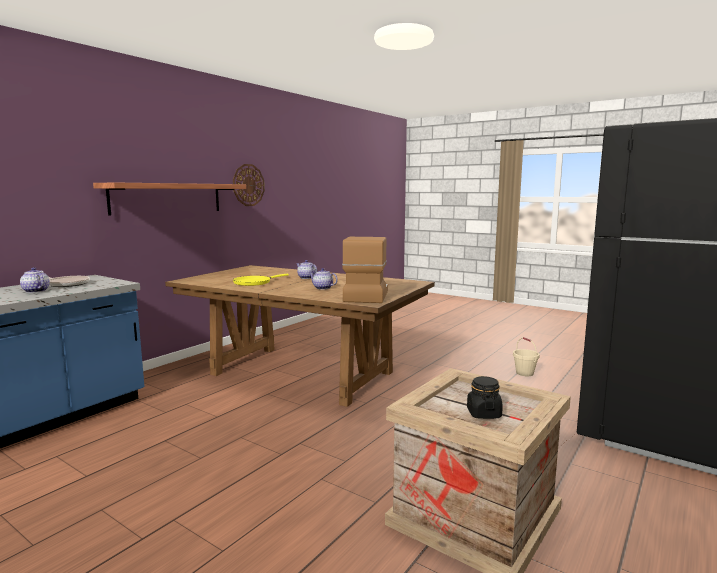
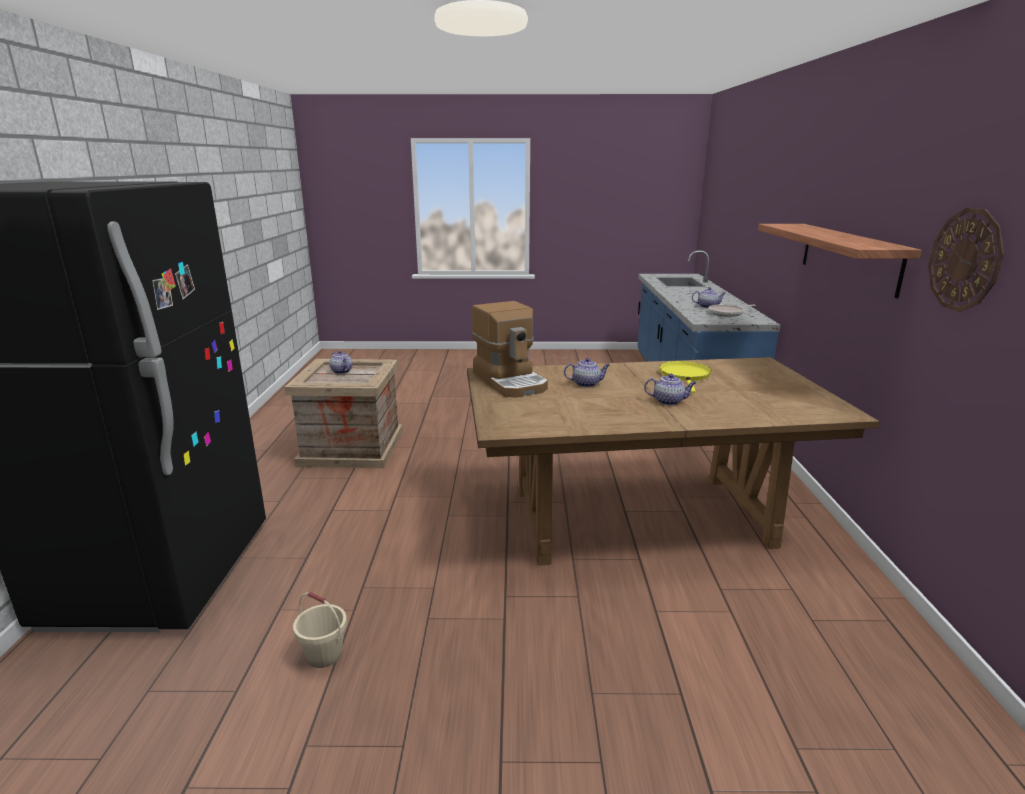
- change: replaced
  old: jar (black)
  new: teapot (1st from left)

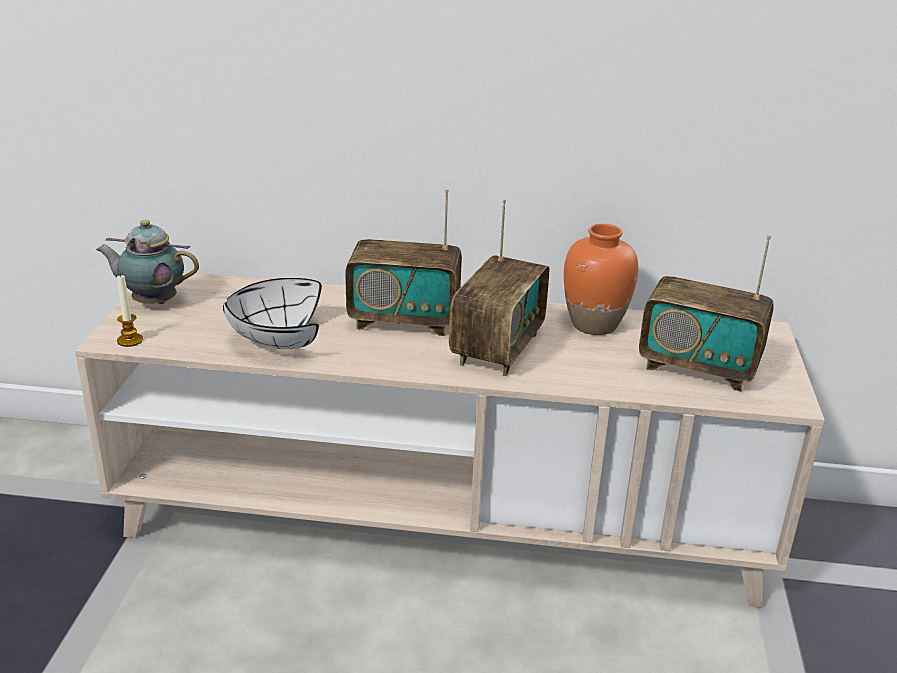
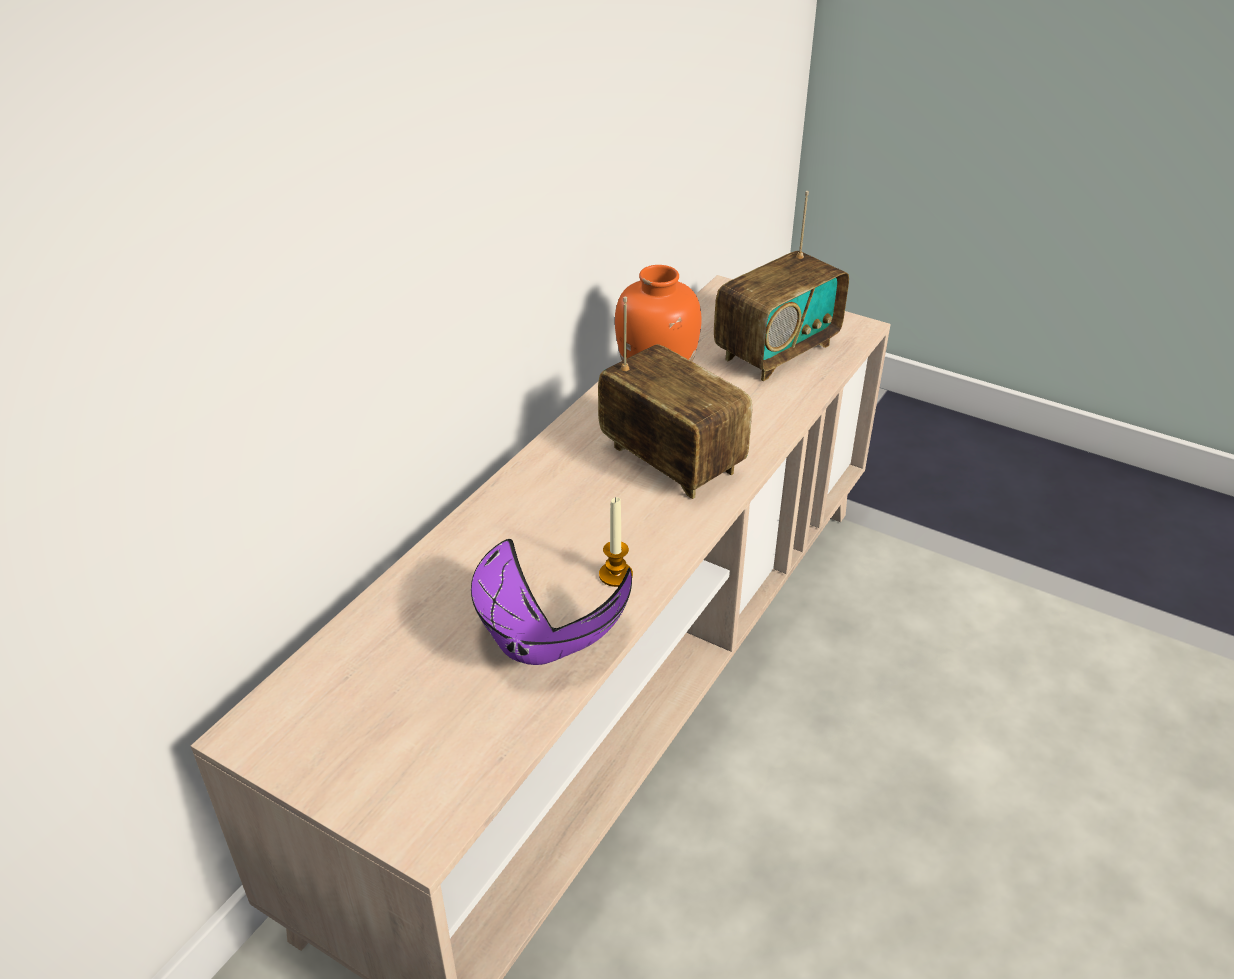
- change: removed
  old: teapot
- change: removed
  old: radio (1st from left)
- change: moved
  old: candle
- change: recoloured
  old: bowl (white)
  new: bowl (purple)

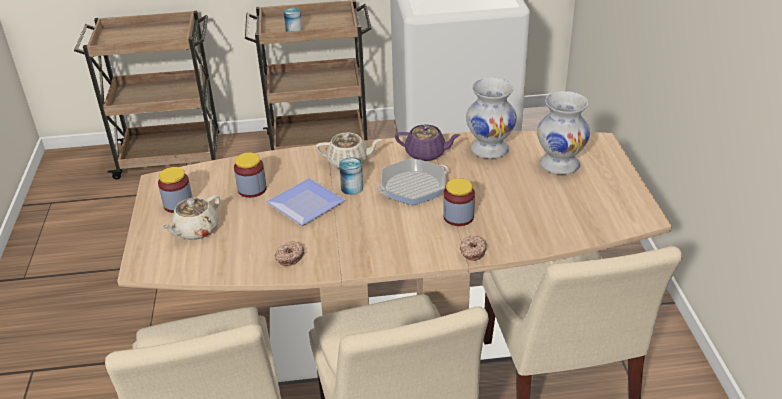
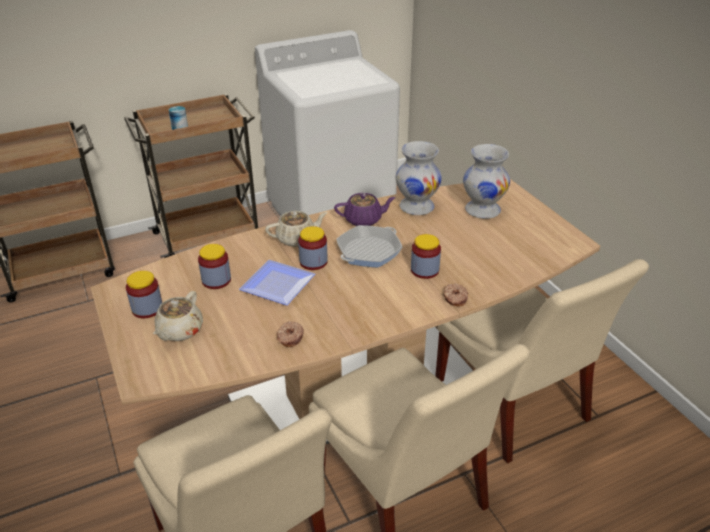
- change: replaced
  old: can (2nd from left)
  new: jar (3rd from left)

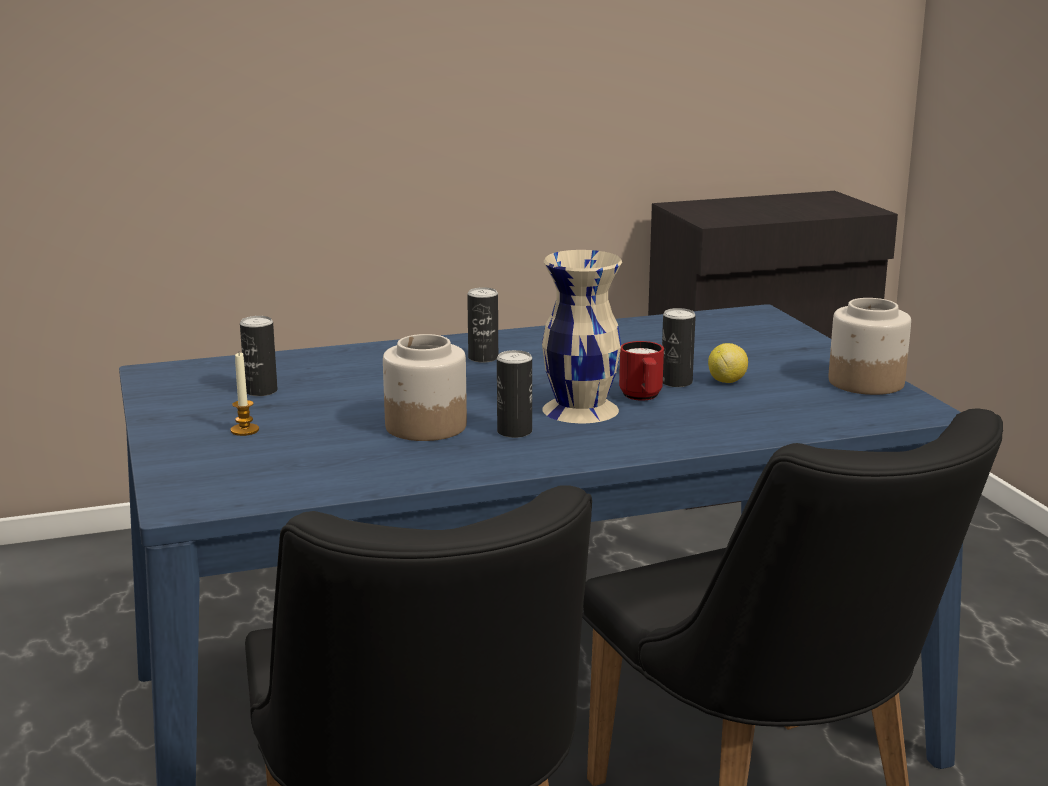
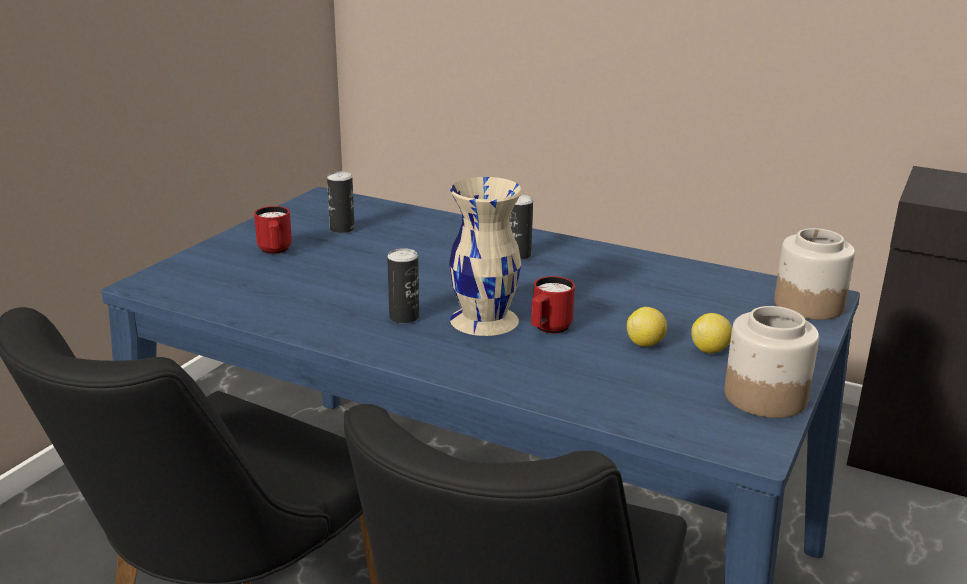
- change: removed
  old: can (4th from left)
- change: added
  new: lemon (2nd from left)
- change: moved
  old: jar (1st from left in the first image)
  new: jar (2nd from left)
- change: replaced
  old: candle
  new: mug (red) (1st from left)

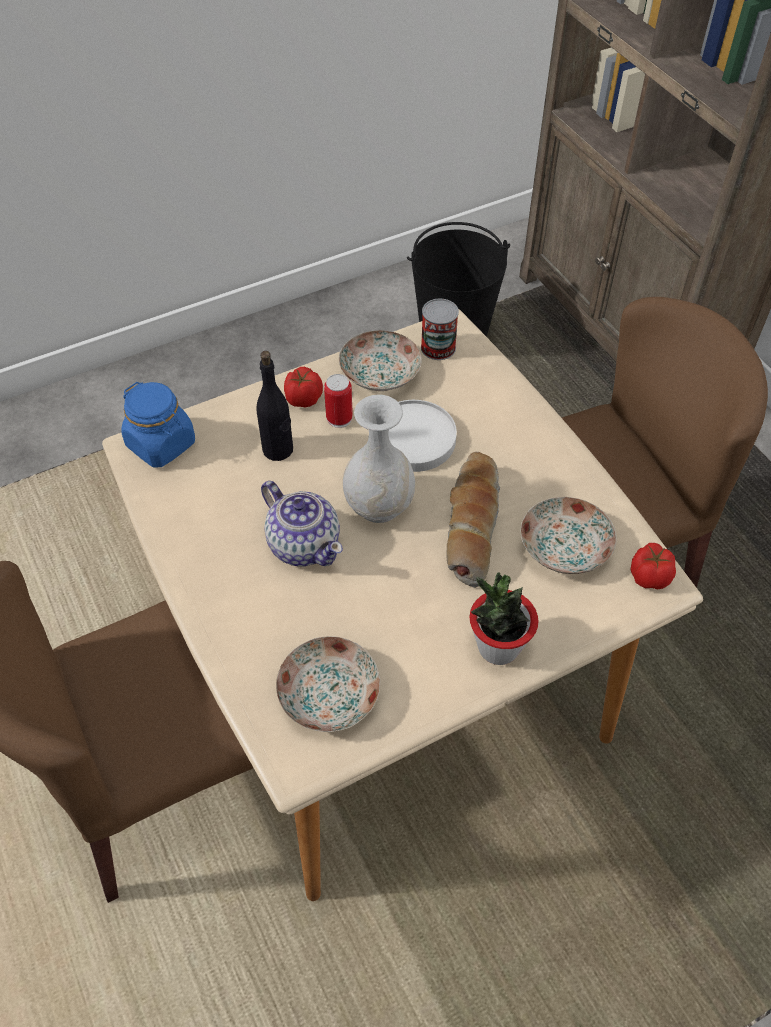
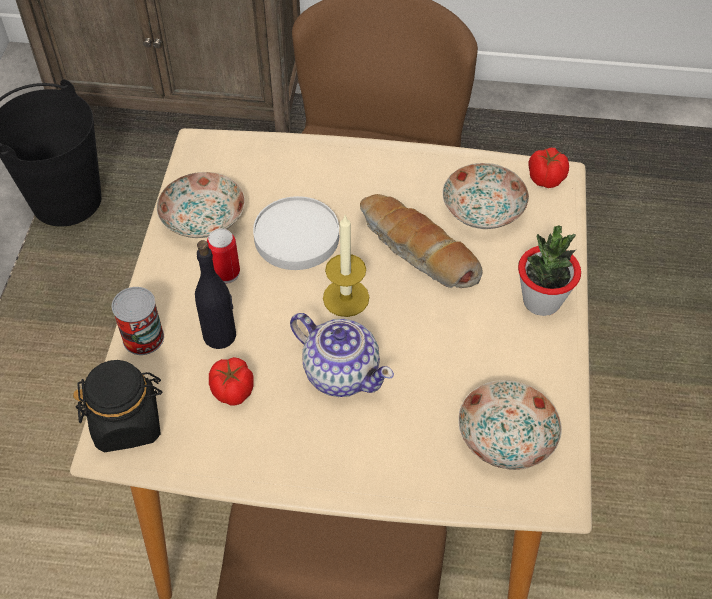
- change: moved
  old: tomato (1st from left)
- change: moved
  old: can (2nd from left in the first image)
  new: can (1st from left)
- change: replaced
  old: vase (white)
  new: candle
- change: recoloured
  old: jar (blue)
  new: jar (black)
- change: turned
  old: teapot
  degrees: 45

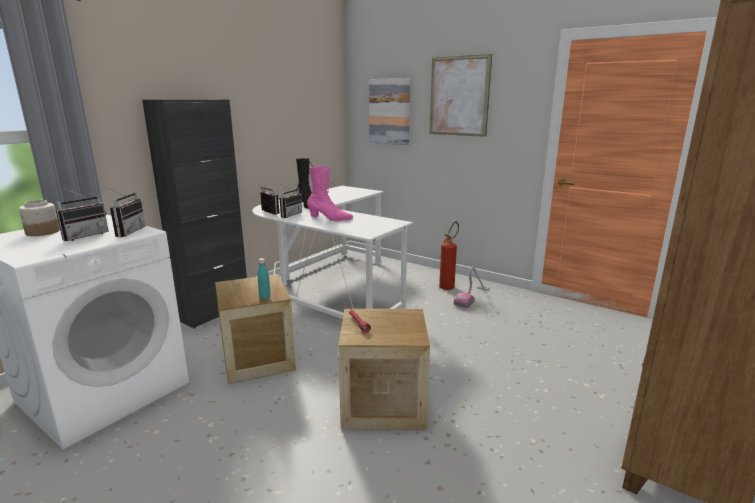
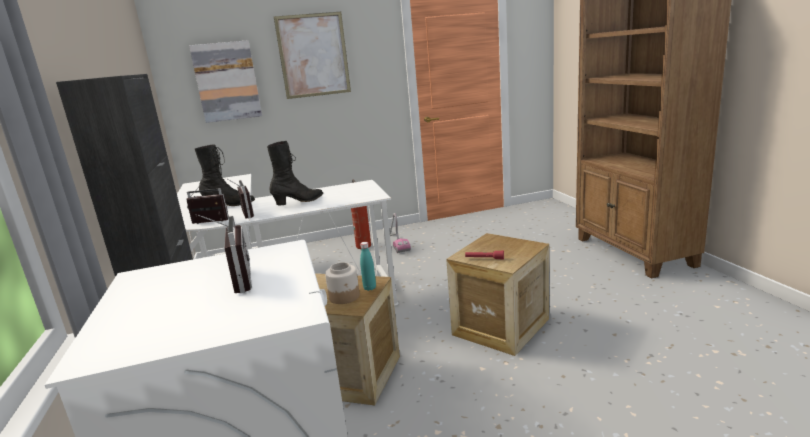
- change: removed
  old: radio (2nd from left)
- change: moved
  old: jar
- change: recoloured
  old: boot (pink)
  new: boot (black) (2nd from left)

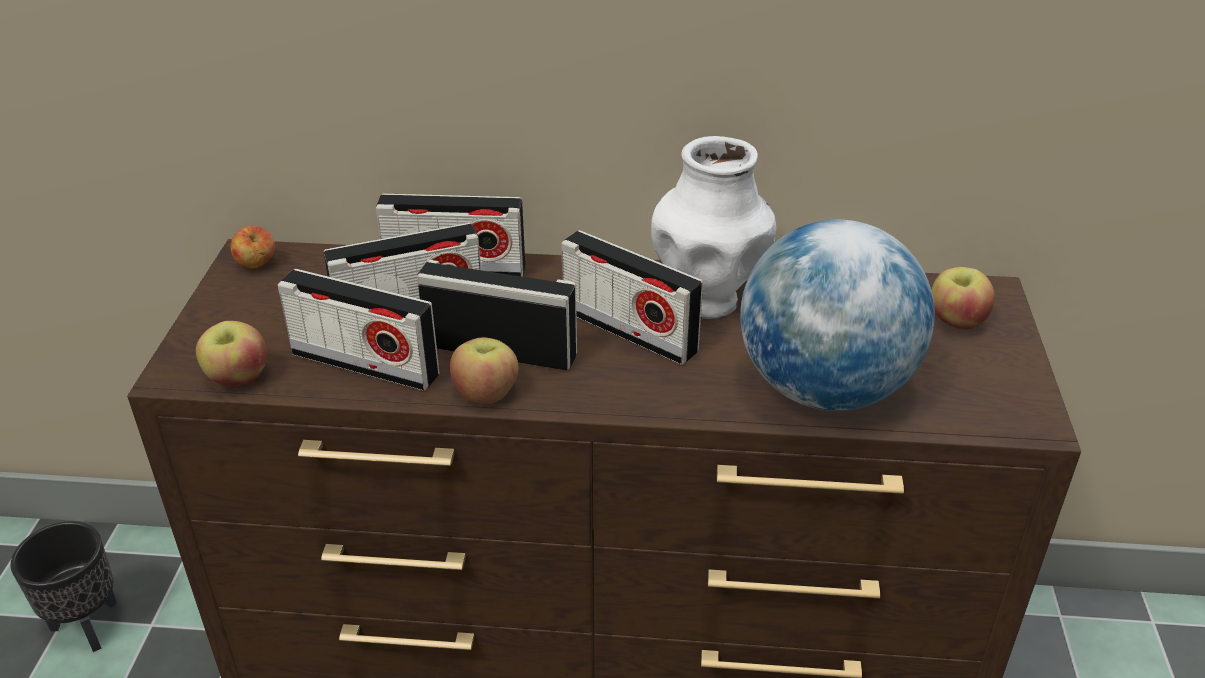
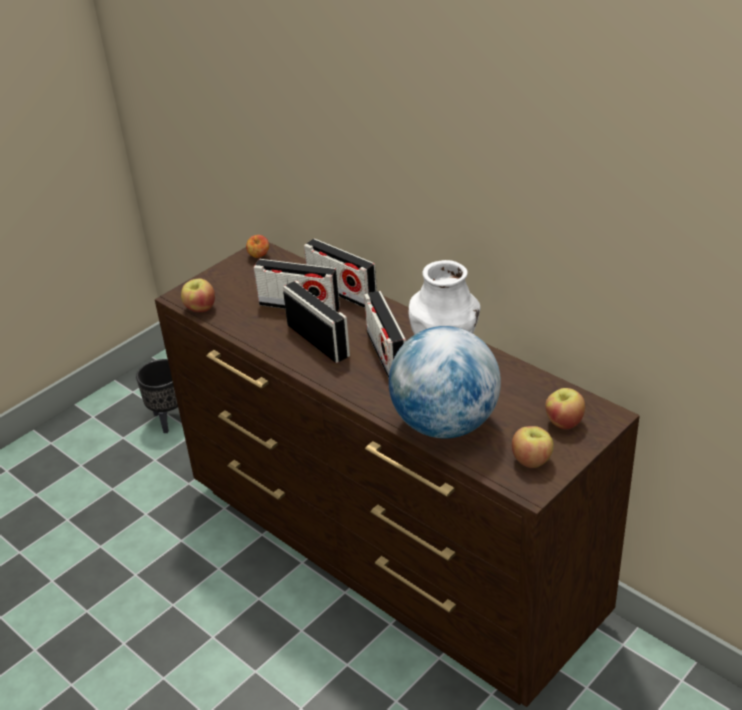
- change: removed
  old: radio (1st from left)
- change: moved
  old: apple (3rd from left)

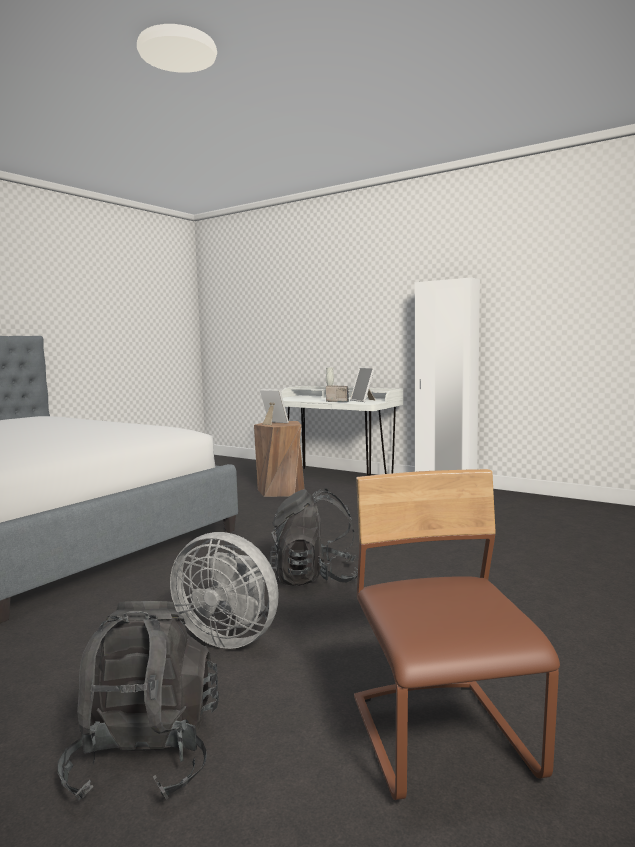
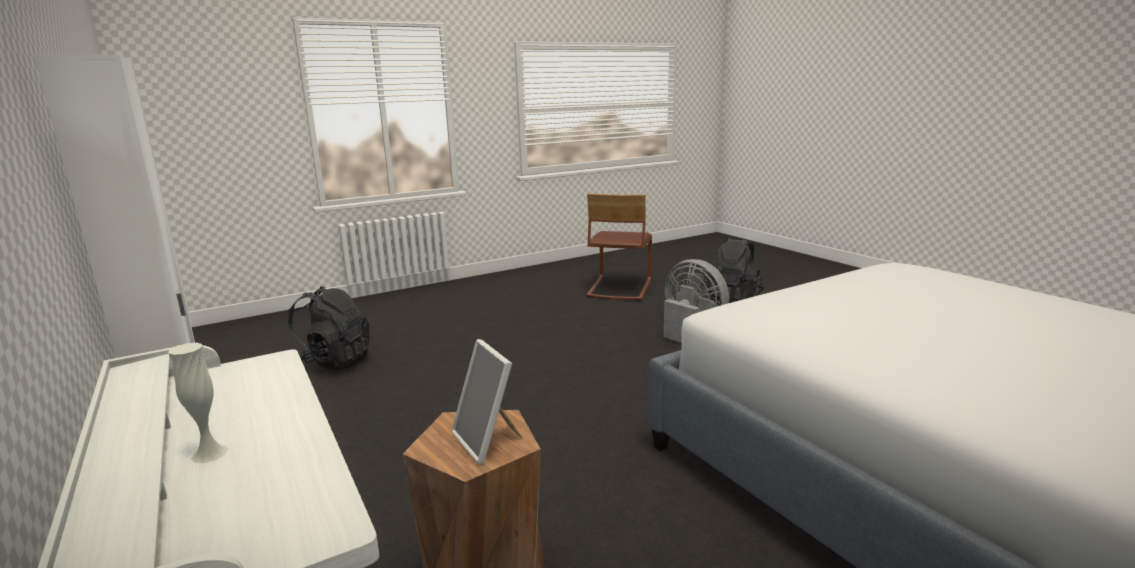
- change: removed
  old: radio
- change: removed
  old: picture frame (2nd from left)
- change: moved
  old: backpack (black) (2nd from left in the first image)
  new: backpack (black) (1st from left)

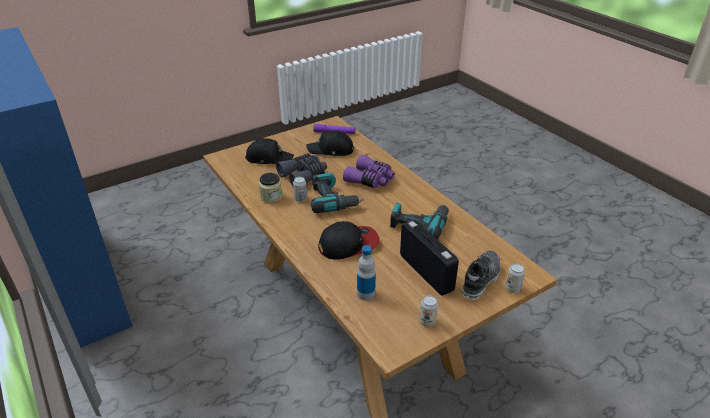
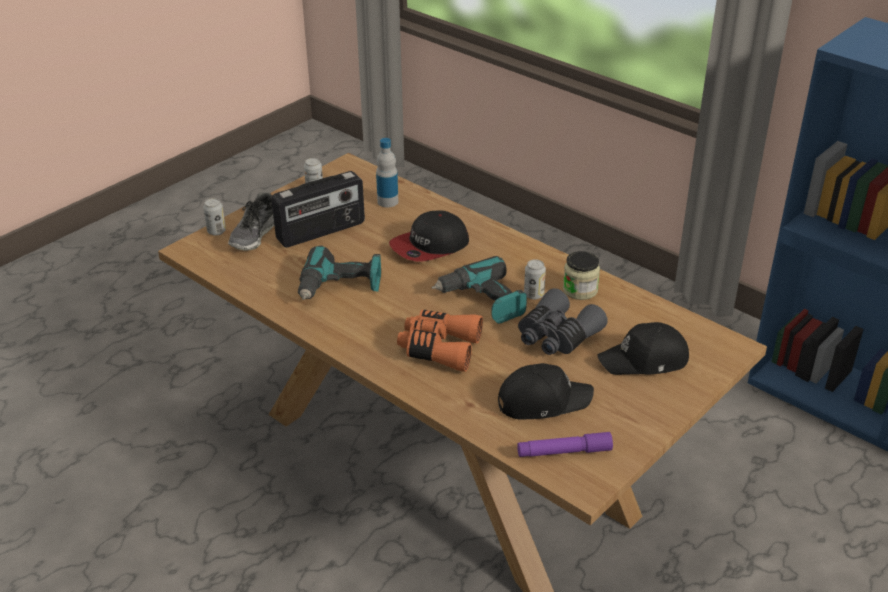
- change: recoloured
  old: binoculars (purple)
  new: binoculars (orange)
- change: turned
  old: radio
  degrees: -75

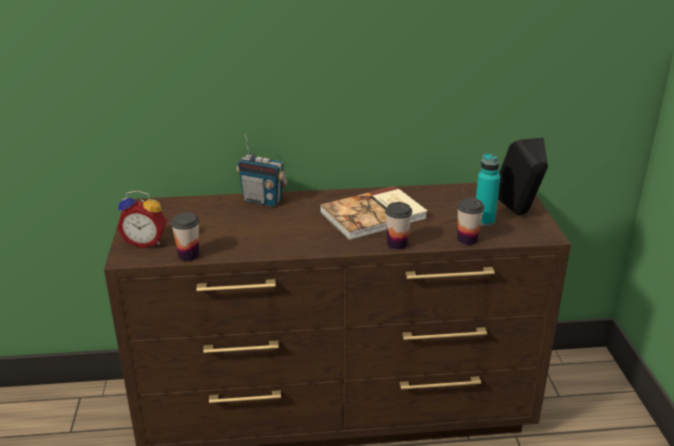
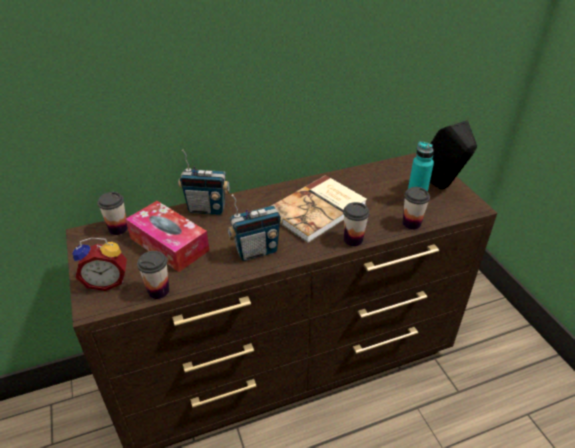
- change: added
  new: cup (1st from left)
- change: added
  new: tissue box
- change: added
  new: radio (2nd from left)

